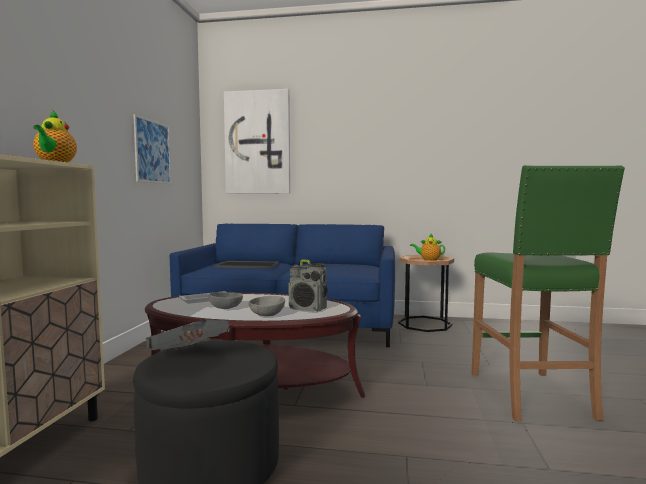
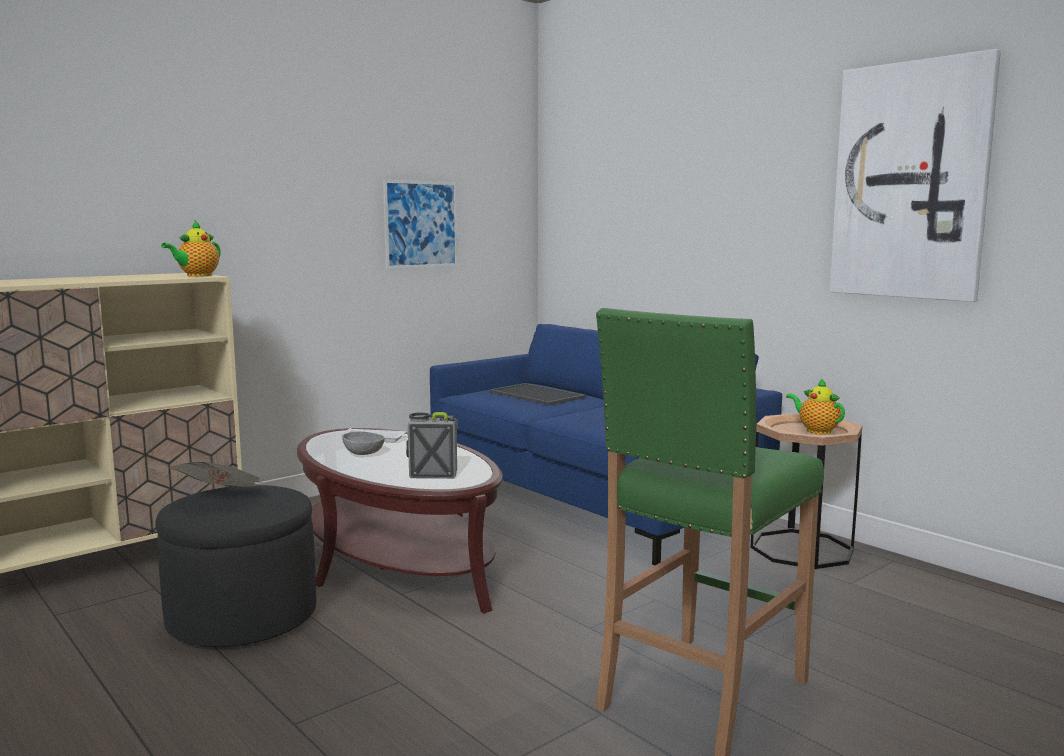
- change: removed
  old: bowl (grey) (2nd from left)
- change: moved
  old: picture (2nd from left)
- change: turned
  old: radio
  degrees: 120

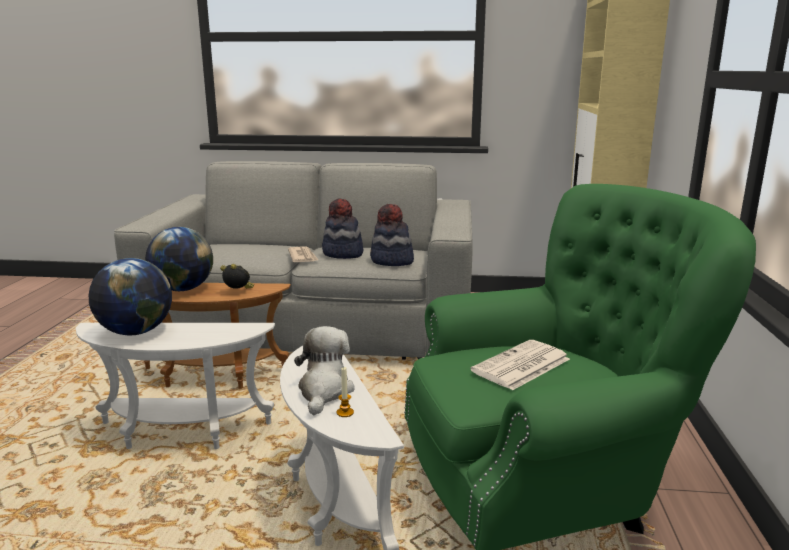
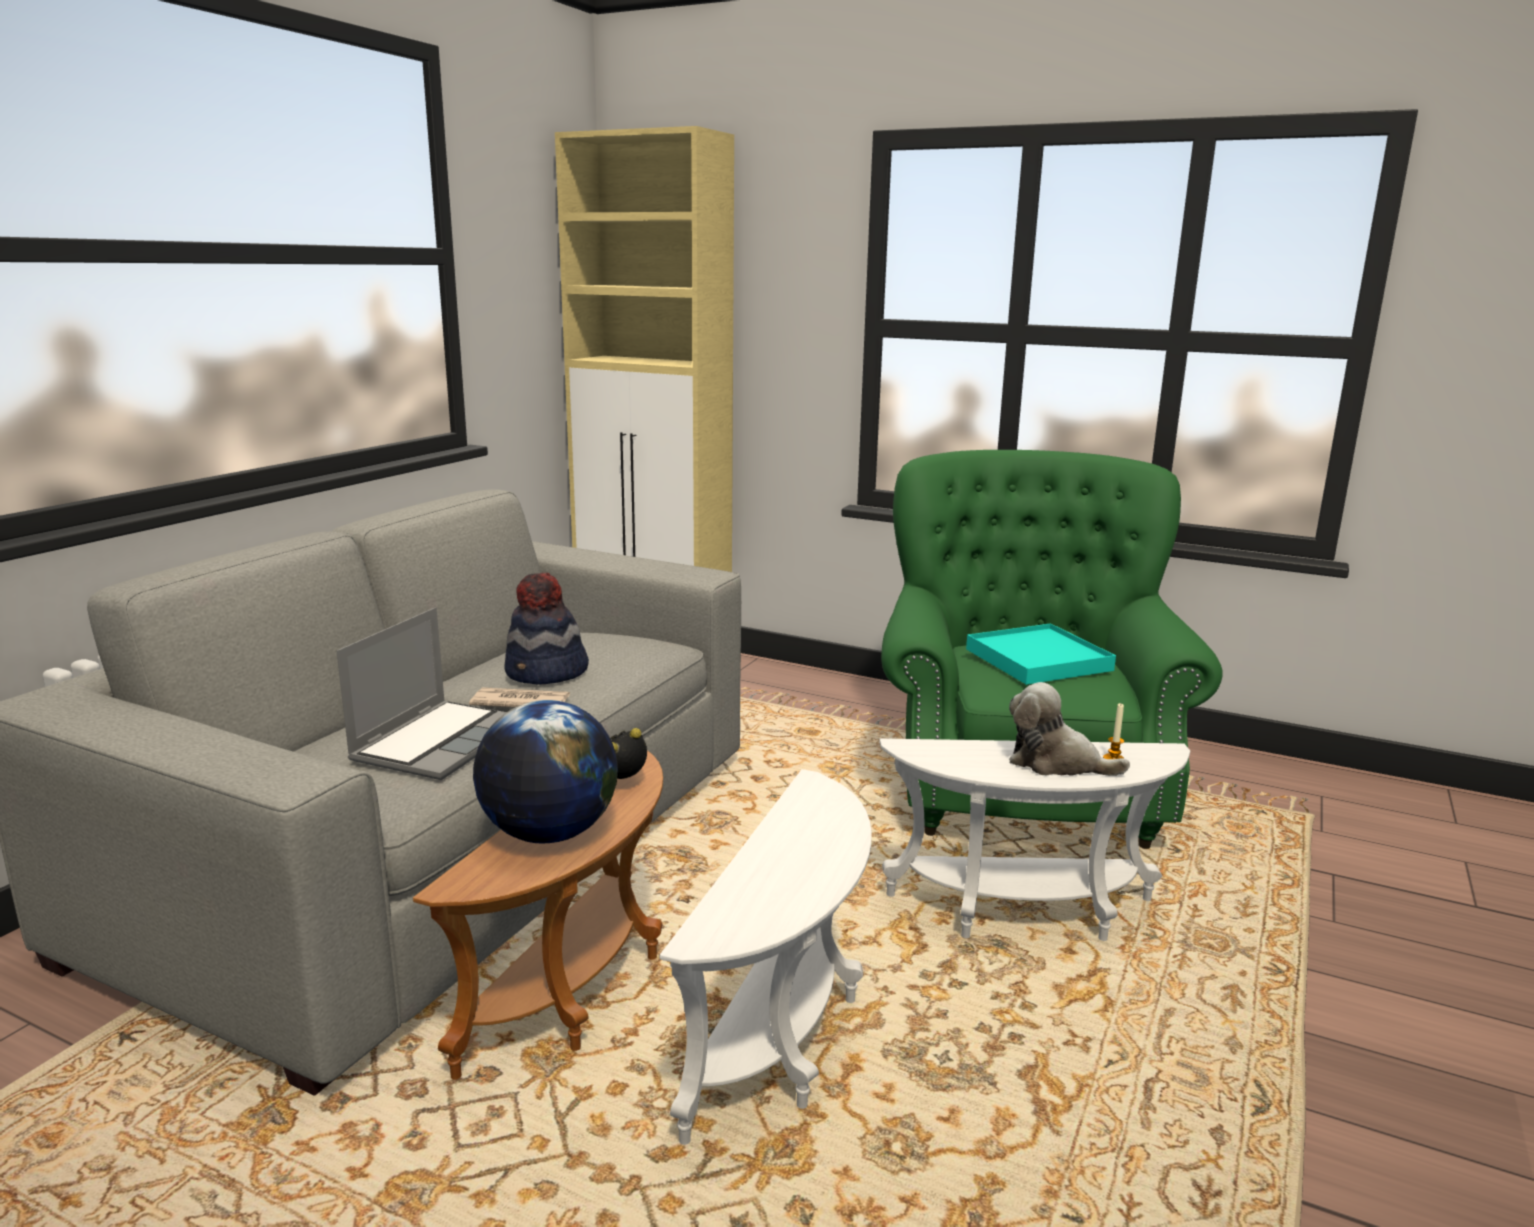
- change: removed
  old: globe (1st from left)
- change: removed
  old: hat (2nd from left)
- change: added
  new: laptop
- change: replaced
  old: newspaper (2nd from left)
  new: tray (turquoise)

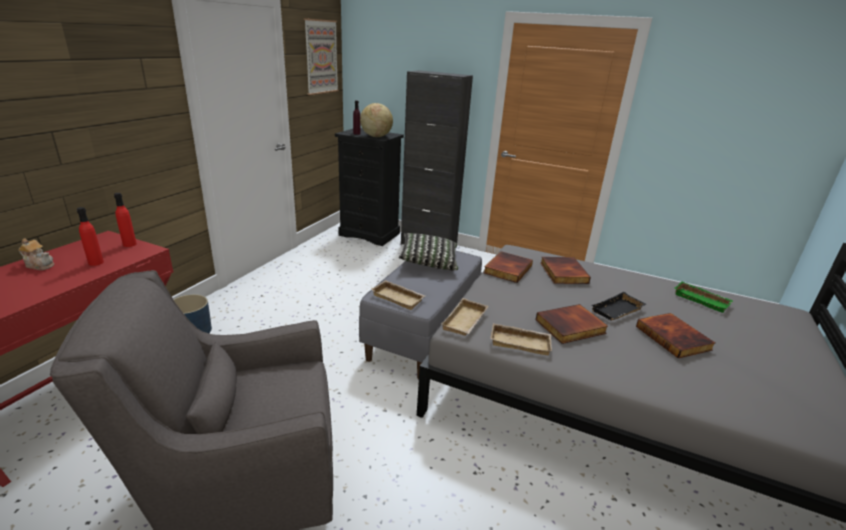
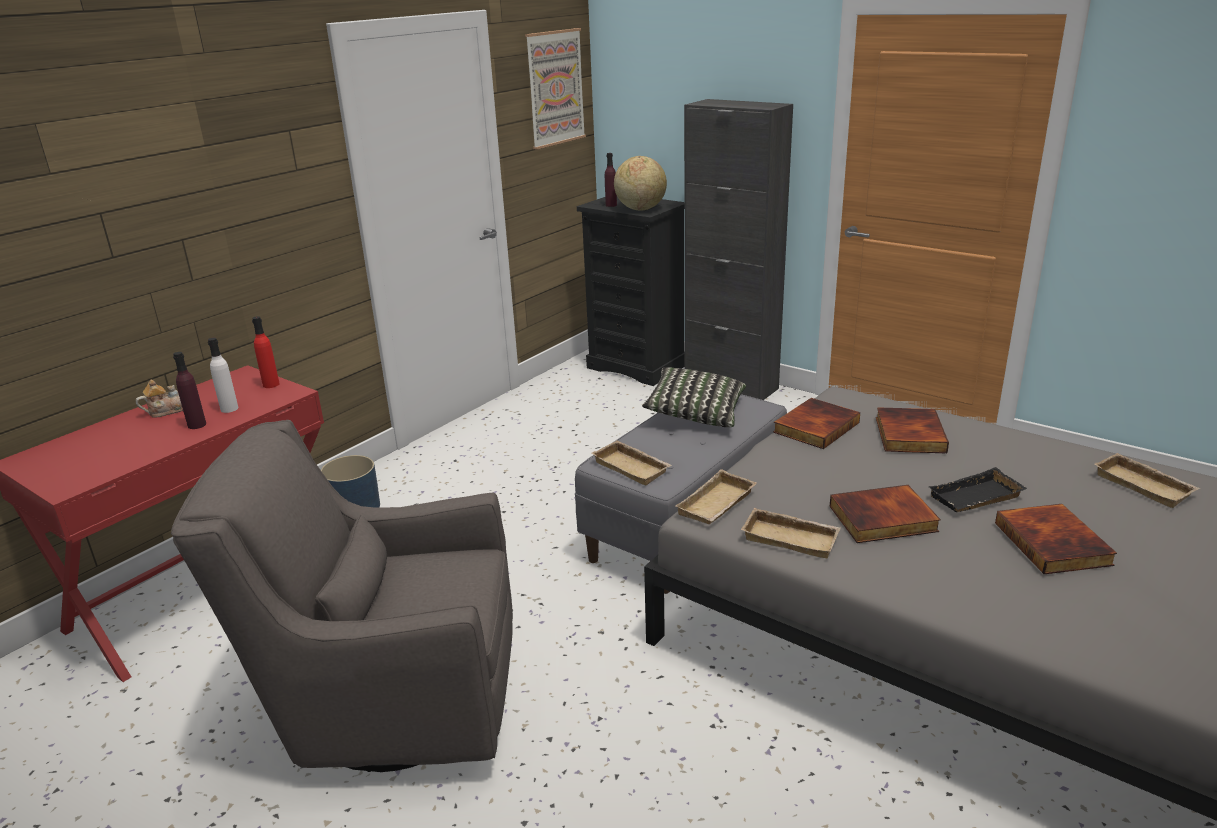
- change: added
  new: bottle (purple) (1st from left)
- change: recoloured
  old: bottle (red) (1st from left)
  new: bottle (white)
- change: recoloured
  old: tray (green)
  new: tray (beige) (4th from left)
- change: turned
  old: teapot
  degrees: -60

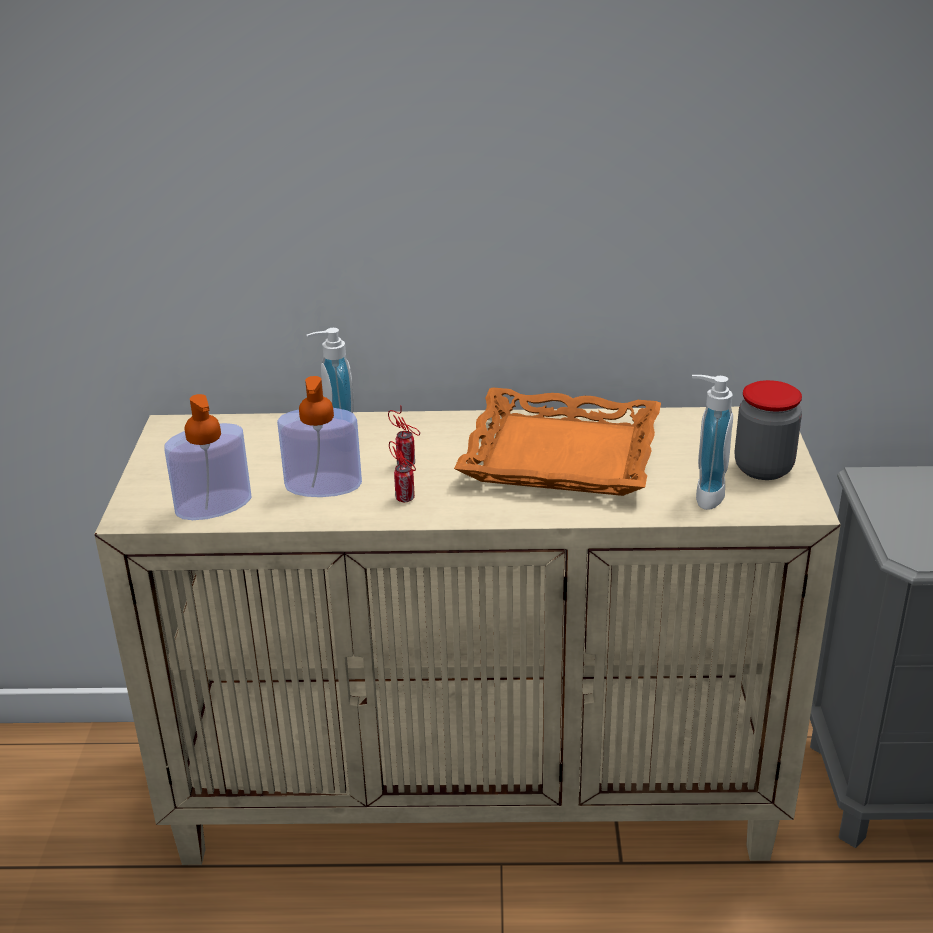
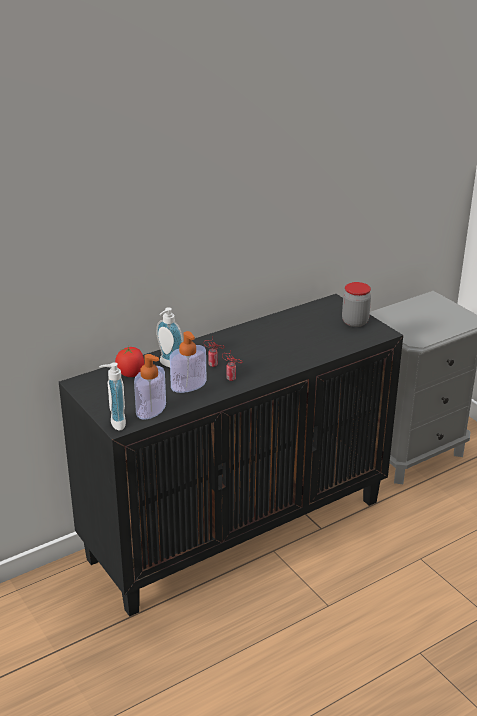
- change: removed
  old: tray (orange)
- change: added
  new: tomato
- change: moved
  old: soap dispenser (4th from left in the first image)
  new: soap dispenser (1st from left)
- change: recoloured
  old: cabinet (beige)
  new: cabinet (black)

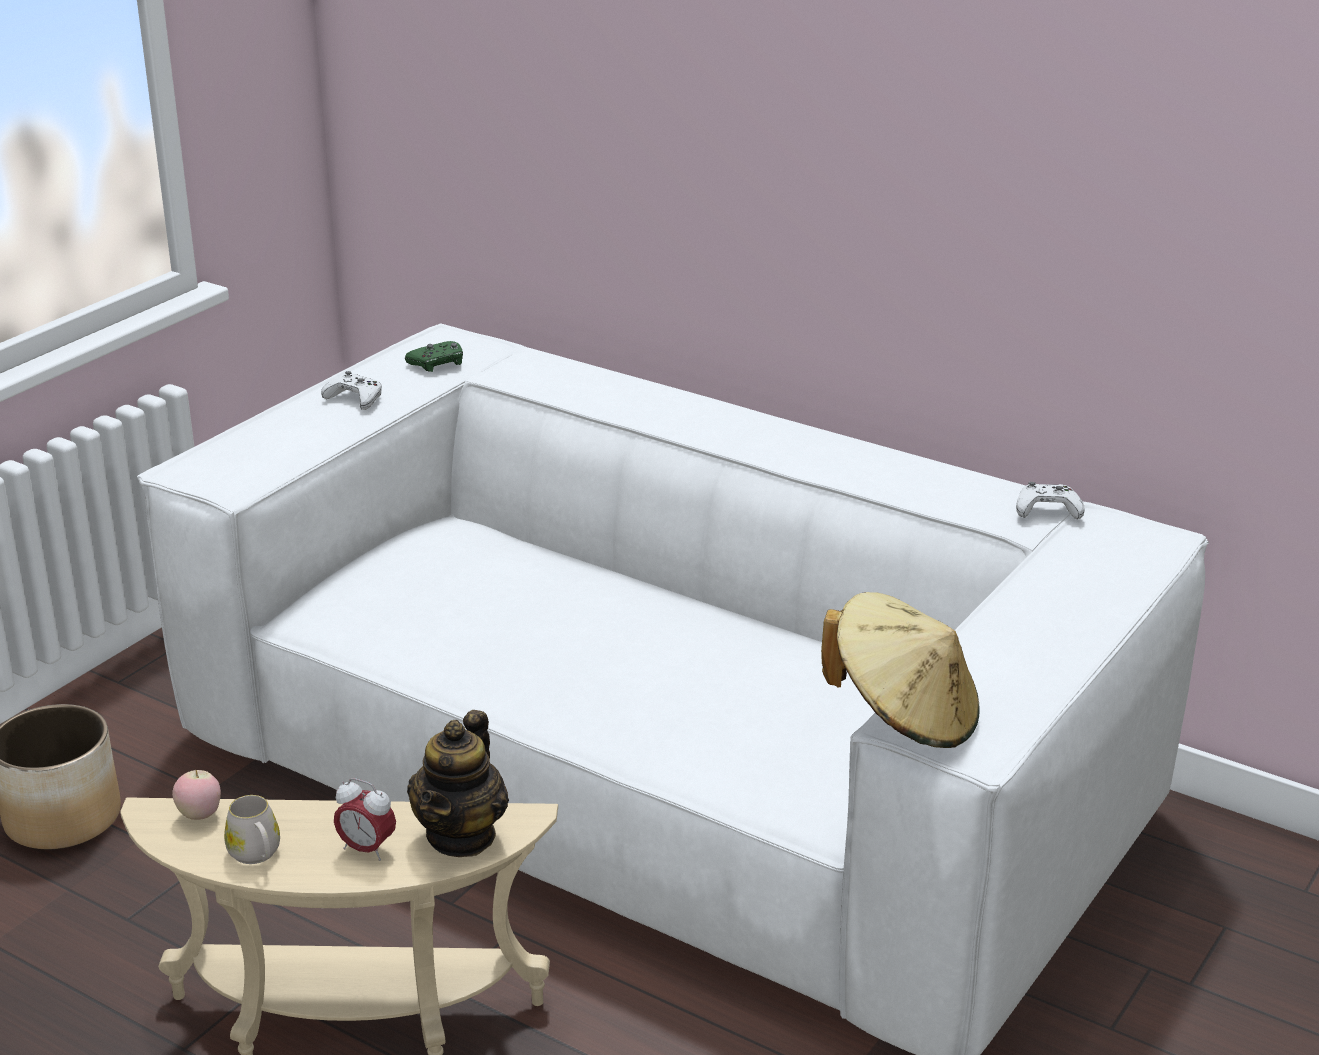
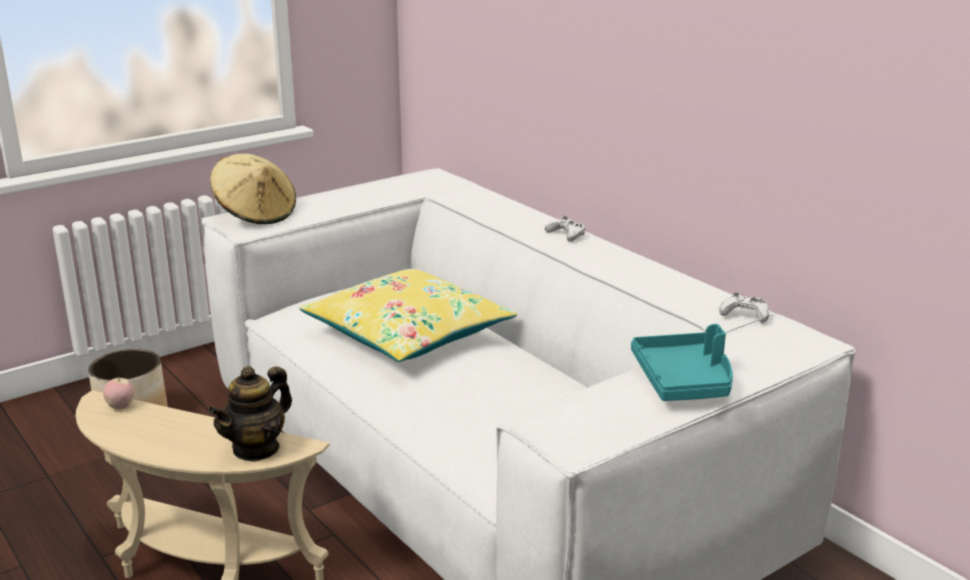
- change: removed
  old: mug (white)
- change: removed
  old: alarm clock
- change: removed
  old: game controller (green)
- change: added
  new: pillow (yellow)
- change: added
  new: tray (turquoise)
- change: moved
  old: game controller (white) (1st from left)
- change: moved
  old: hat (beige)

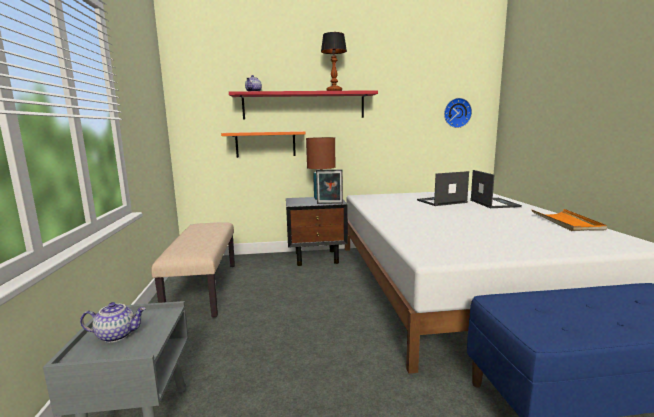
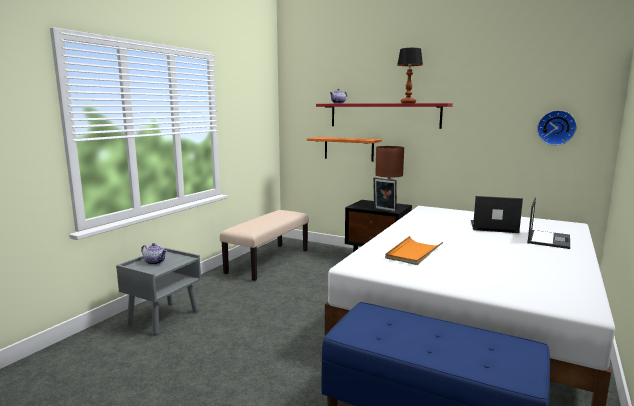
- change: moved
  old: tray (orange)

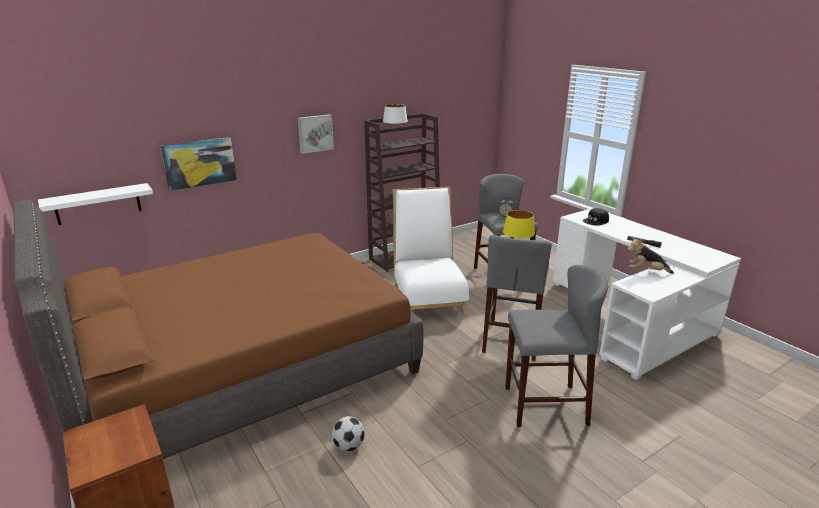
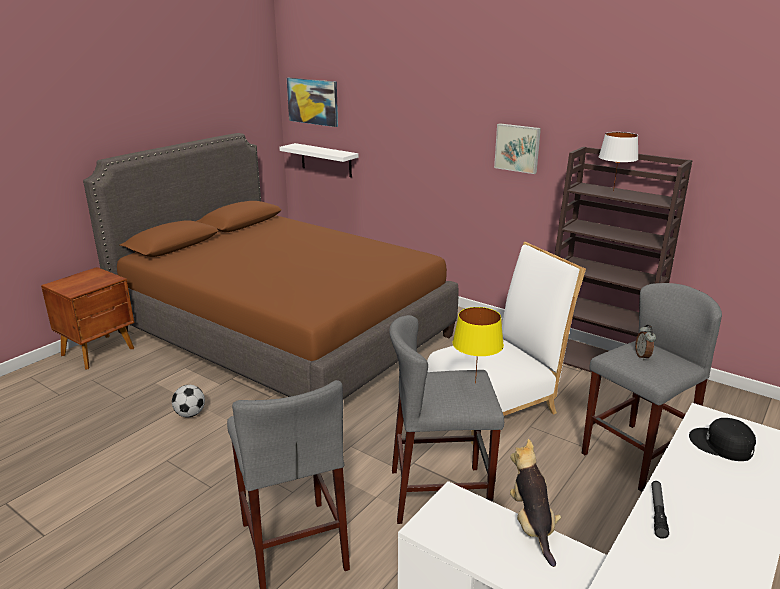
- change: moved
  old: picture (1st from left)

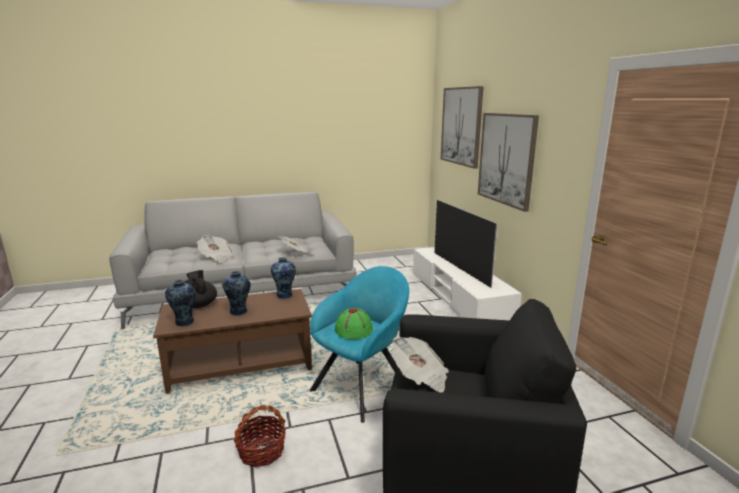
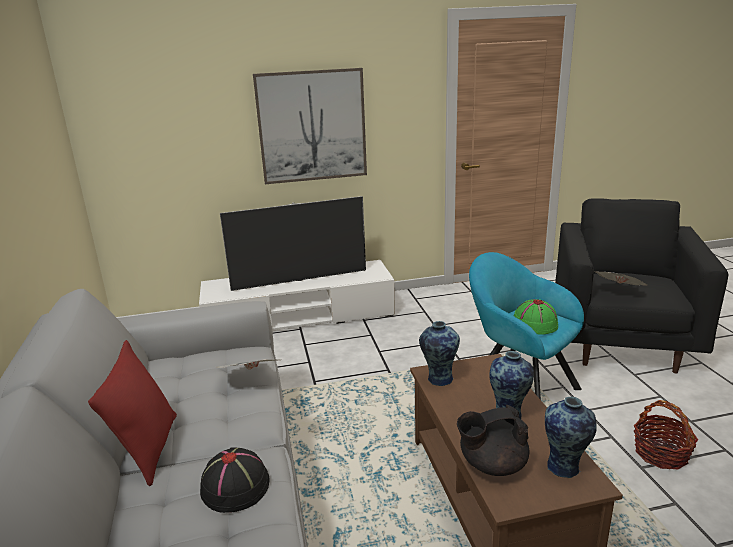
- change: removed
  old: picture (1st from left)
- change: added
  new: pillow (red)
- change: replaced
  old: newspaper (1st from left)
  new: hat (black)

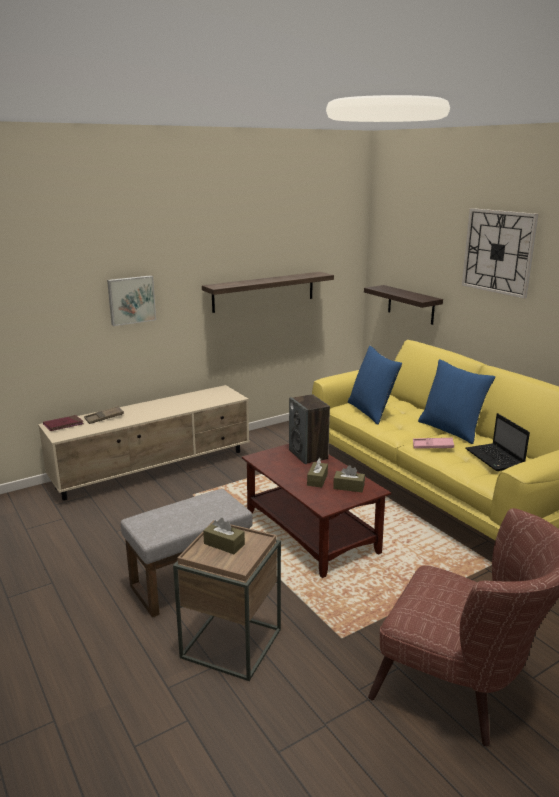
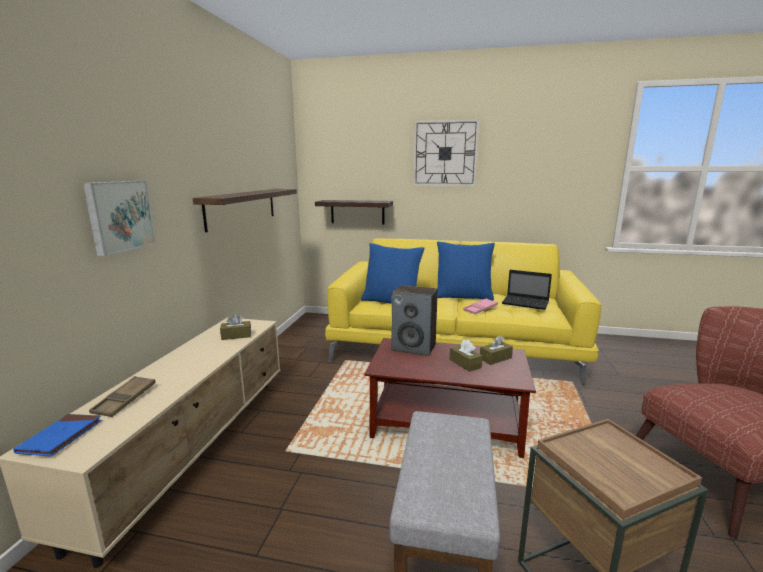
- change: moved
  old: tissue box (brown) (1st from left)
- change: recoloured
  old: book (red)
  new: book (blue)

